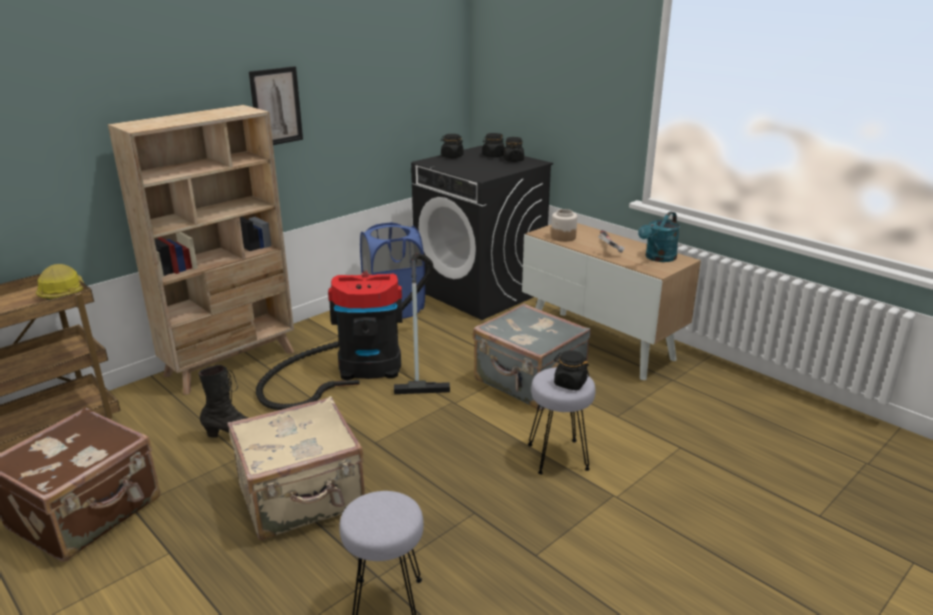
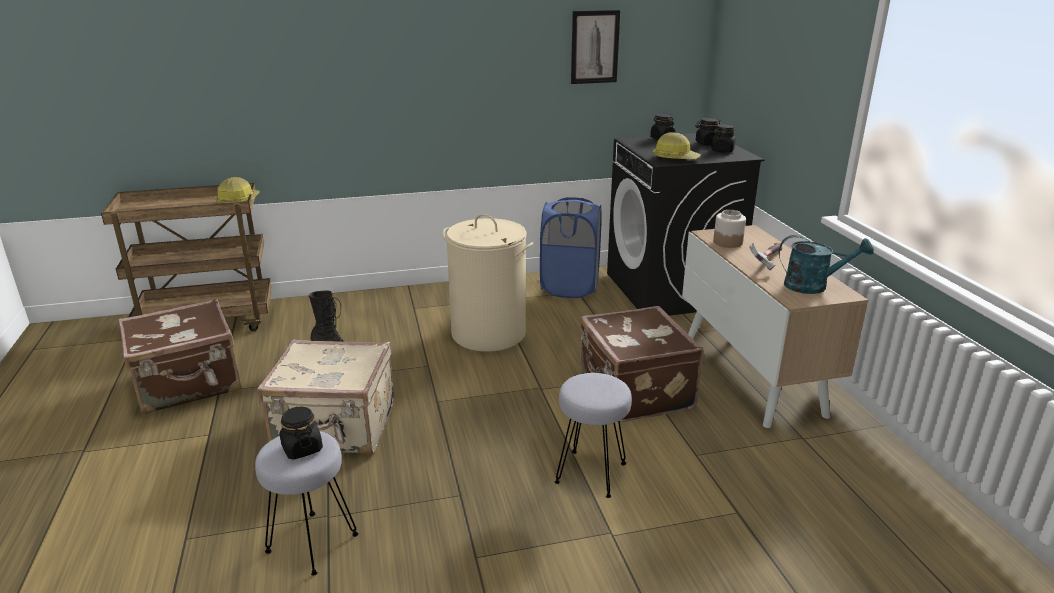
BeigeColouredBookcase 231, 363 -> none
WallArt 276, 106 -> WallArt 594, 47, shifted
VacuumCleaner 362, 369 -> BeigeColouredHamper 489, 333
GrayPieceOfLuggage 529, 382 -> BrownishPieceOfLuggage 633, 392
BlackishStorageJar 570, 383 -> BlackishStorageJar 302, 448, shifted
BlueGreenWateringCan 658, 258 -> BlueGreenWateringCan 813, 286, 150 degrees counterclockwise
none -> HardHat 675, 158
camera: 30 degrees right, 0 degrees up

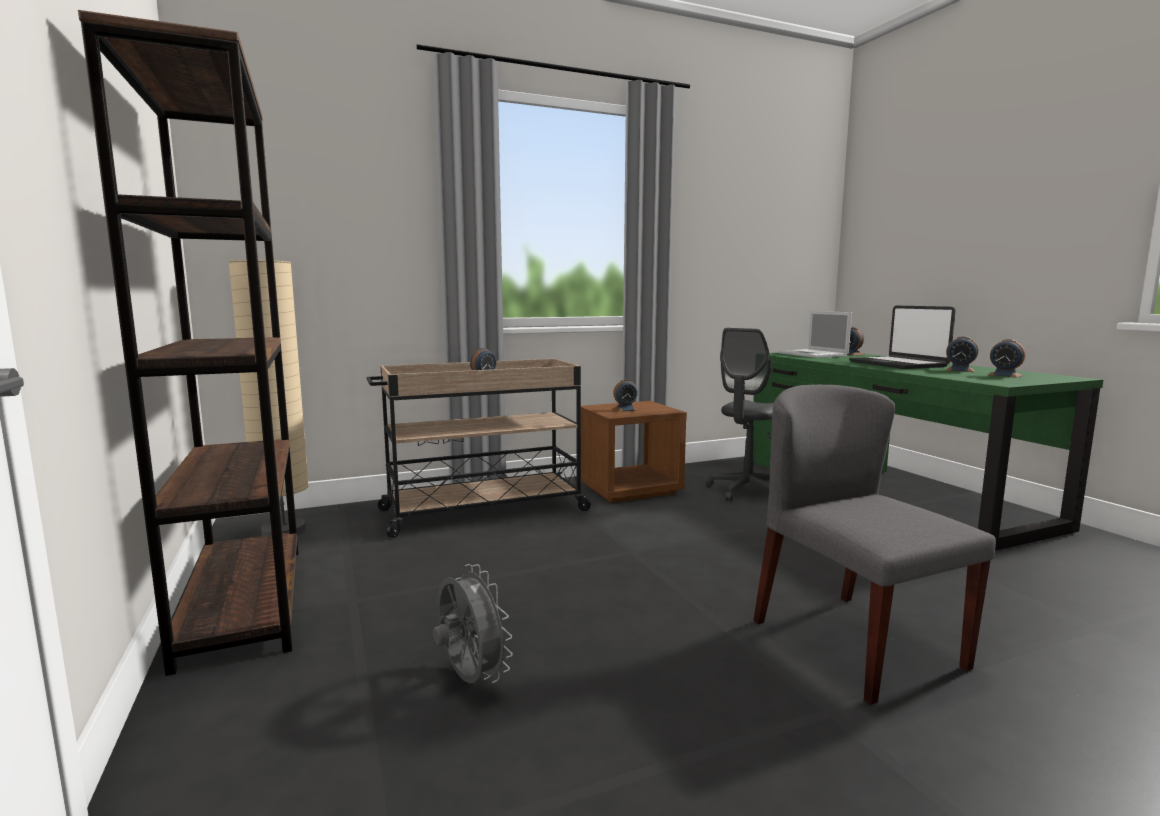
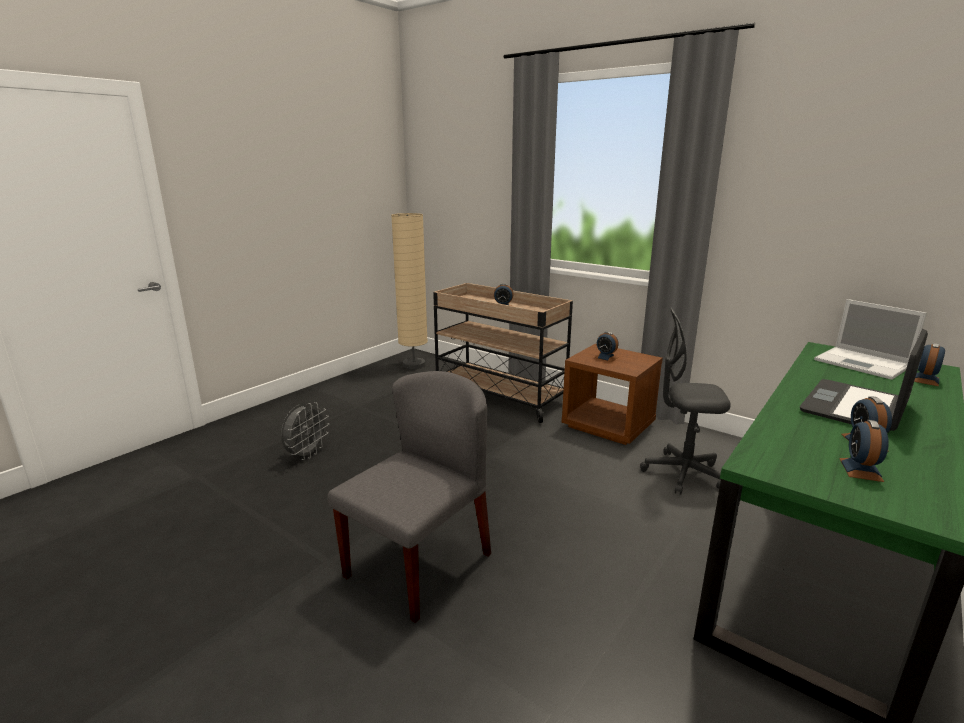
BrownishBookcase 244, 602 -> none
NotebookComputer 813, 354 -> NotebookComputer 863, 363, 75 degrees counterclockwise
camera: 60 degrees right, 10 degrees up

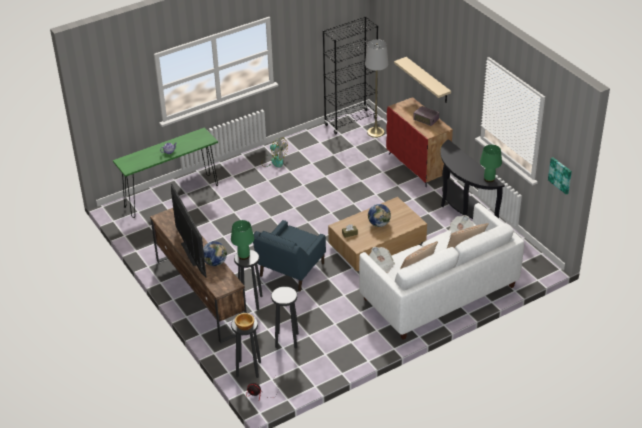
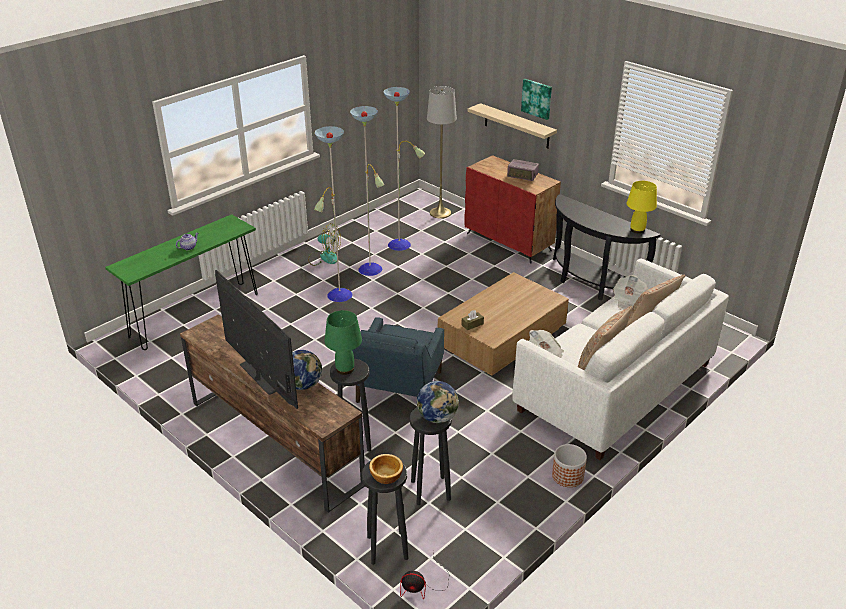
BlackishBookcase 350, 122 -> none
Globe 379, 224 -> Globe 437, 417, shifted
GreenTableLamp 489, 179 -> YellowishTableLamp 637, 230
WallArt 560, 175 -> WallArt 537, 98, shifted
none -> FloorLamp 371, 269
none -> PlantPot 567, 476
camera: 15 degrees left, 5 degrees down

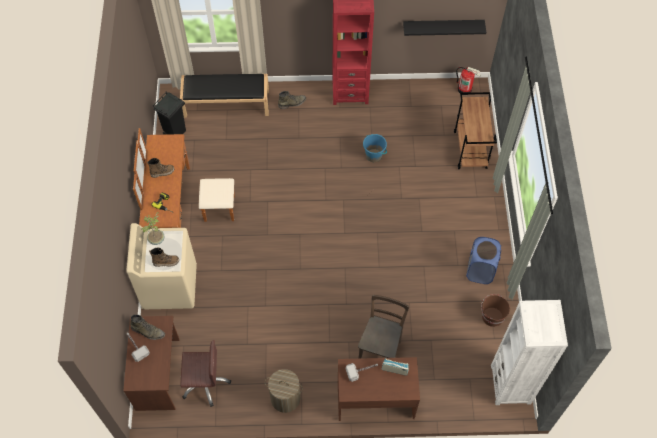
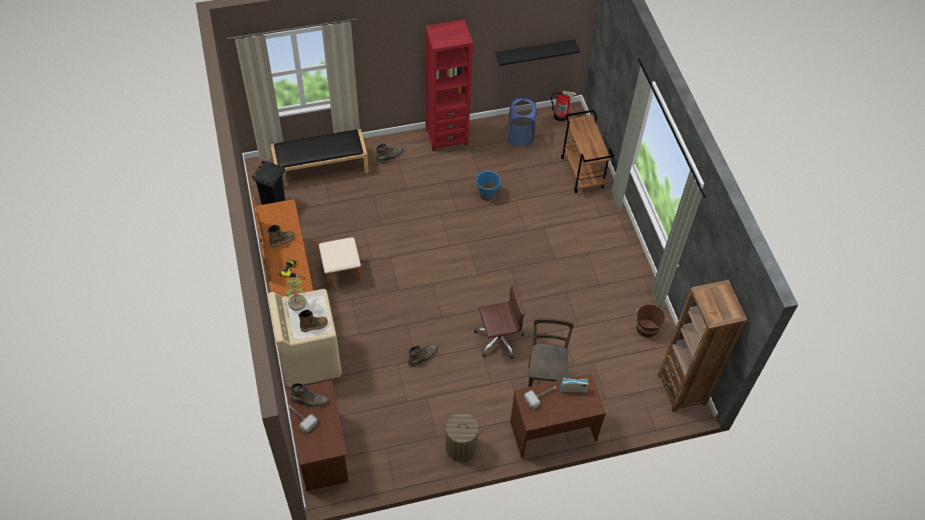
BrownishOfficeChair 205, 382 -> BrownishOfficeChair 498, 339, shifted
BlueColouredHamper 480, 270 -> BlueColouredHamper 520, 136, shifted
WhiteColouredBookcase 510, 384 -> BrownishBookcase 682, 389
none -> GreenTallBoot 423, 356
camera: 15 degrees left, 5 degrees down

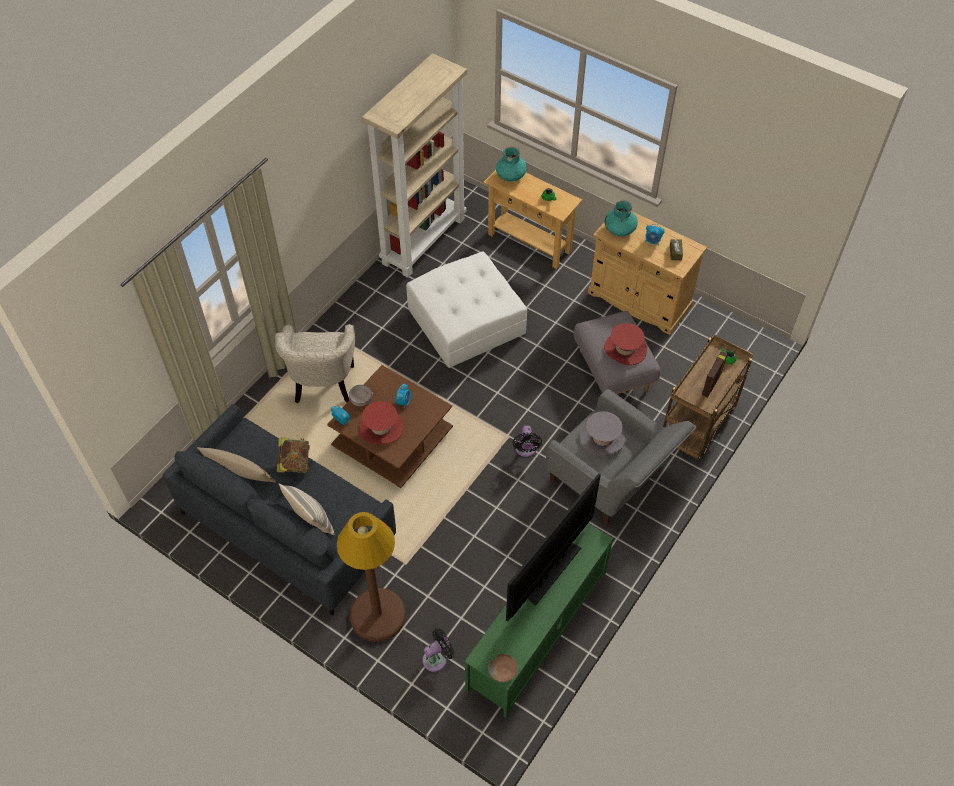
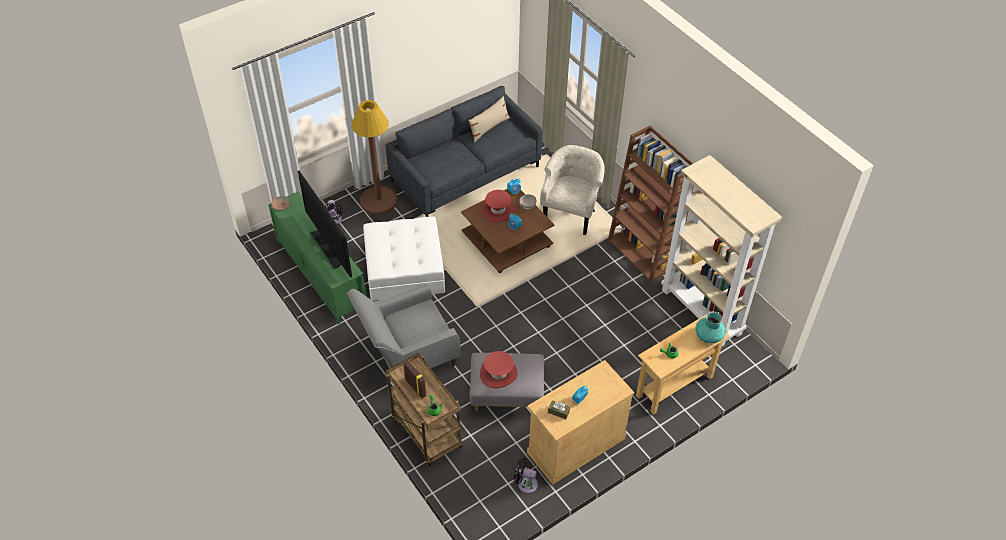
BeigeColouredEasyChair 323, 387 -> BeigeColouredEasyChair 570, 215, 90 degrees clockwise
Book 294, 463 -> none
ThrowPillow 311, 521 -> none
WhiteColouredPouffe 466, 321 -> WhiteColouredPouffe 404, 268, shifted
BlackishCoolingFan 525, 450 -> BlackishCoolingFan 525, 484, shifted
GrayHat 602, 438 -> none
BlueGreenVase 620, 229 -> none
none -> BrownishBookcase 642, 254
camera: 110 degrees right, 5 degrees down

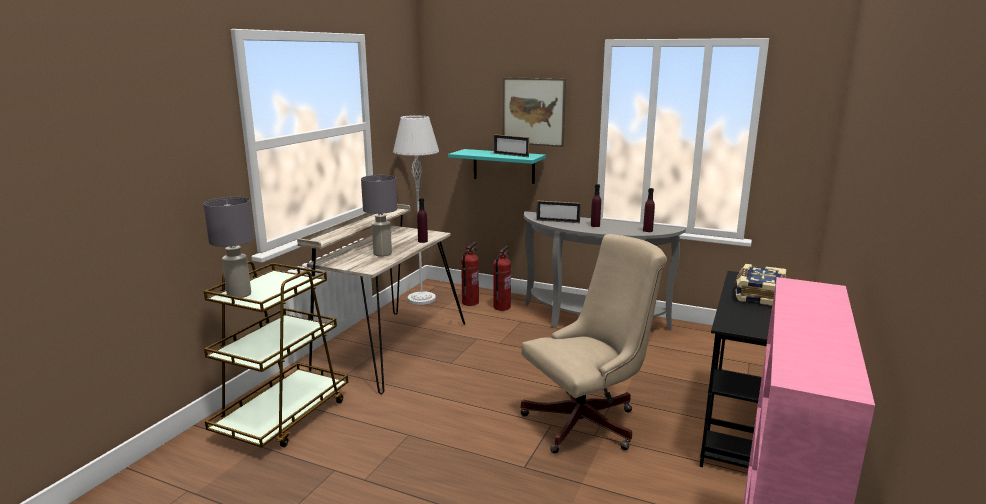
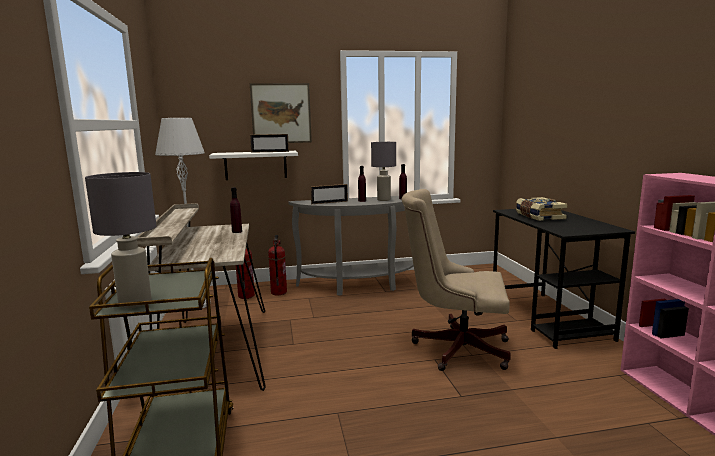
GrayTableLamp 383, 254 -> GrayTableLamp 384, 200, shifted
BlueGreenShelf 503, 166 -> WhiteColouredShelf 255, 165
BeigeColouredOfficeChair 588, 422 -> BeigeColouredOfficeChair 455, 348, 105 degrees counterclockwise
camera: 35 degrees left, 5 degrees down

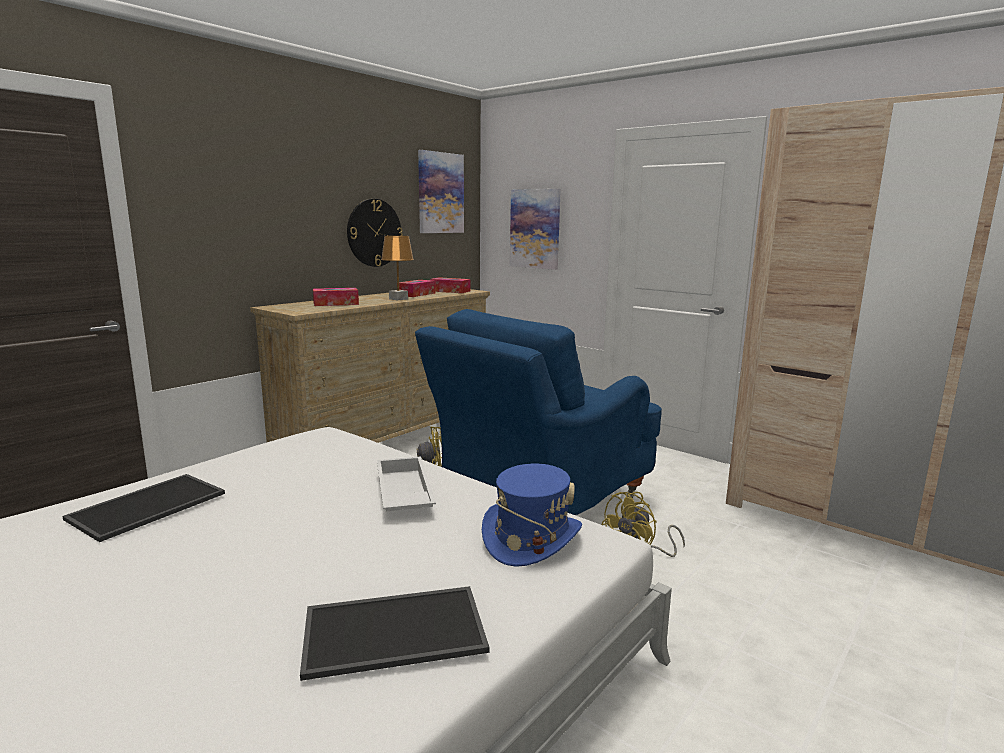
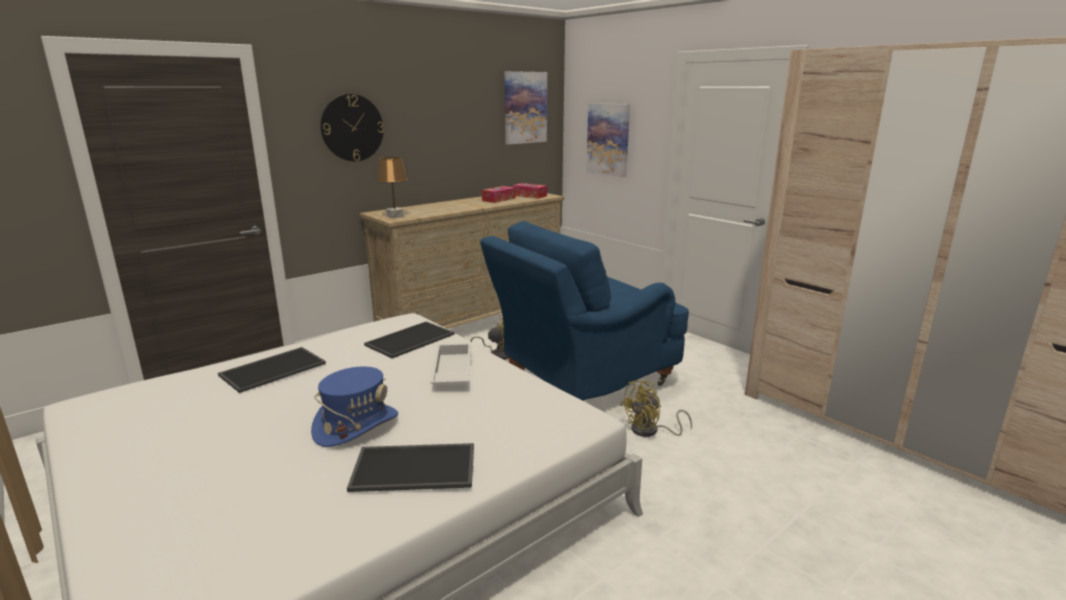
TissueHolder 336, 303 -> none
WallClock 374, 233 -> WallClock 352, 128, shifted
BrownishTableLamp 398, 299 -> BrownishTableLamp 395, 216, shifted
BlueColouredHat 531, 538 -> BlueColouredHat 356, 425, shifted
none -> ServingTray 410, 340
camera: 10 degrees right, 5 degrees up

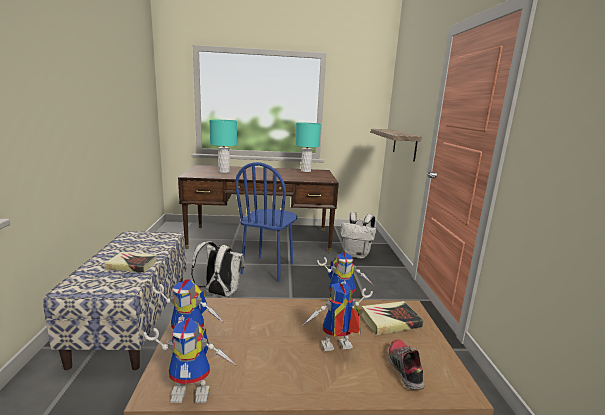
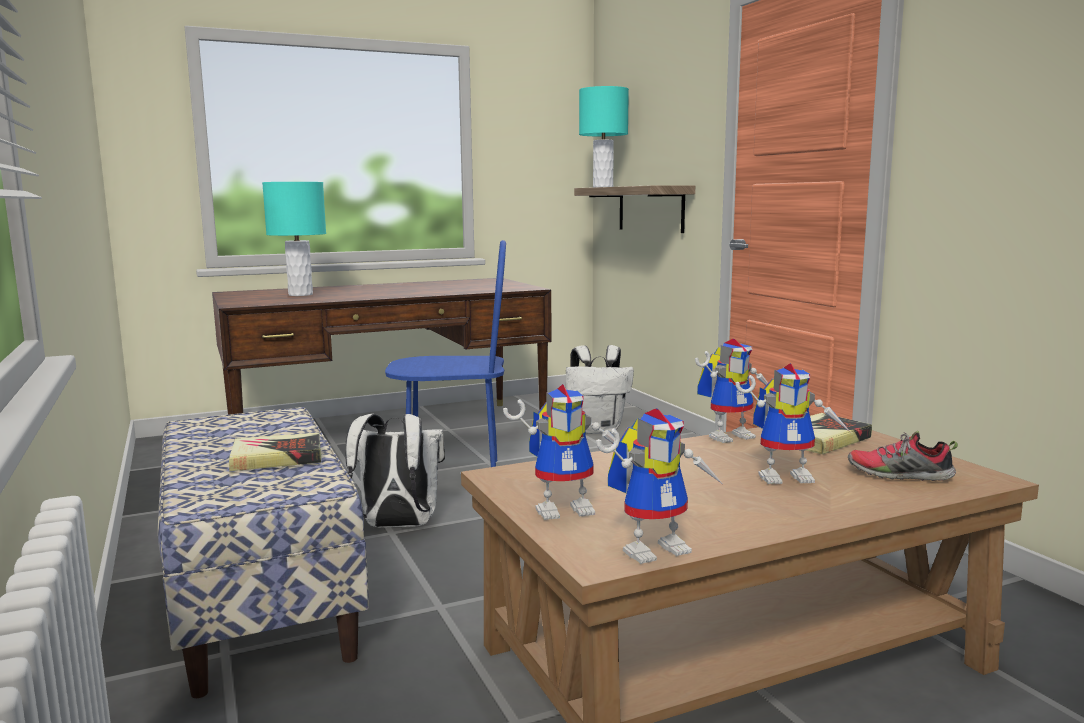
BlueColouredUprightChair 268, 268 -> BlueColouredUprightChair 453, 475, 90 degrees counterclockwise
BlueGreenTableLamp 305, 171 -> BlueGreenTableLamp 602, 187, shifted
ToyRobot 334, 349 -> ToyRobot 788, 476, 150 degrees counterclockwise
ItemOfFootwear 404, 368 -> ItemOfFootwear 899, 475, 45 degrees counterclockwise
camera: 20 degrees left, 5 degrees down

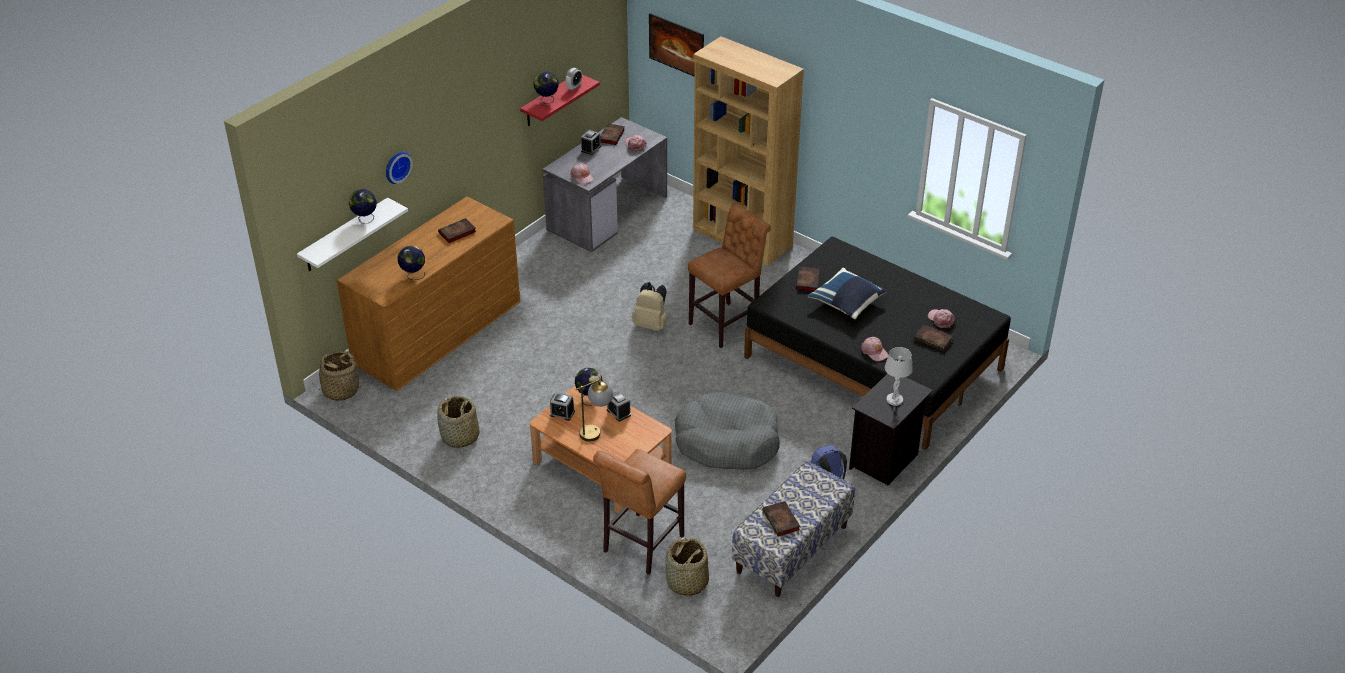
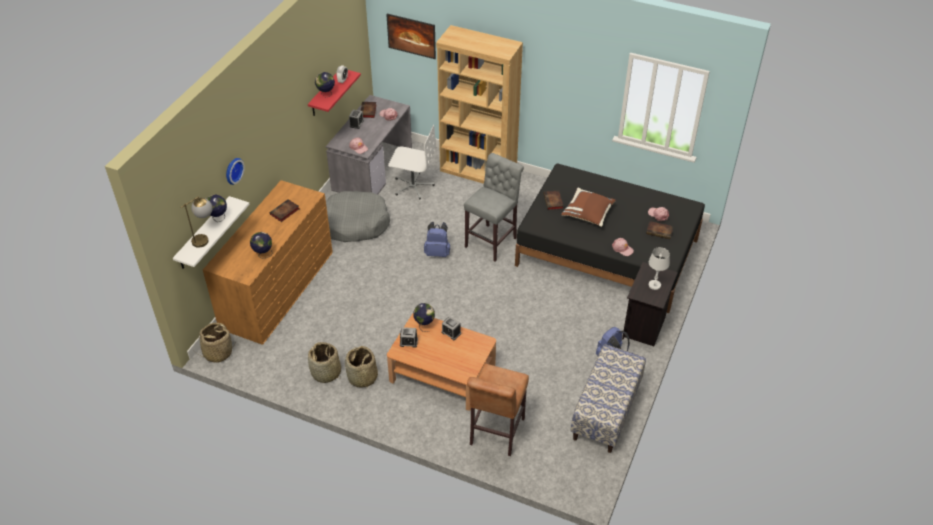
TableLamp 596, 431 -> TableLamp 205, 238, shifted
BeigeColouredKnapsack 651, 324 -> BlueColouredKnapsack 437, 252
Basket 687, 582 -> Basket 362, 377, shifted
GrayDogCushion 727, 442 -> GrayDogCushion 354, 224, shifted
BrownishSittingStool 727, 323 -> GraySittingStool 493, 241
Book 782, 521 -> none
BlueColouredThrowPillow 847, 303 -> BrownishThrowPillow 588, 214
none -> WhiteColouredOfficeChair 413, 186
camera: 15 degrees left, 5 degrees up

